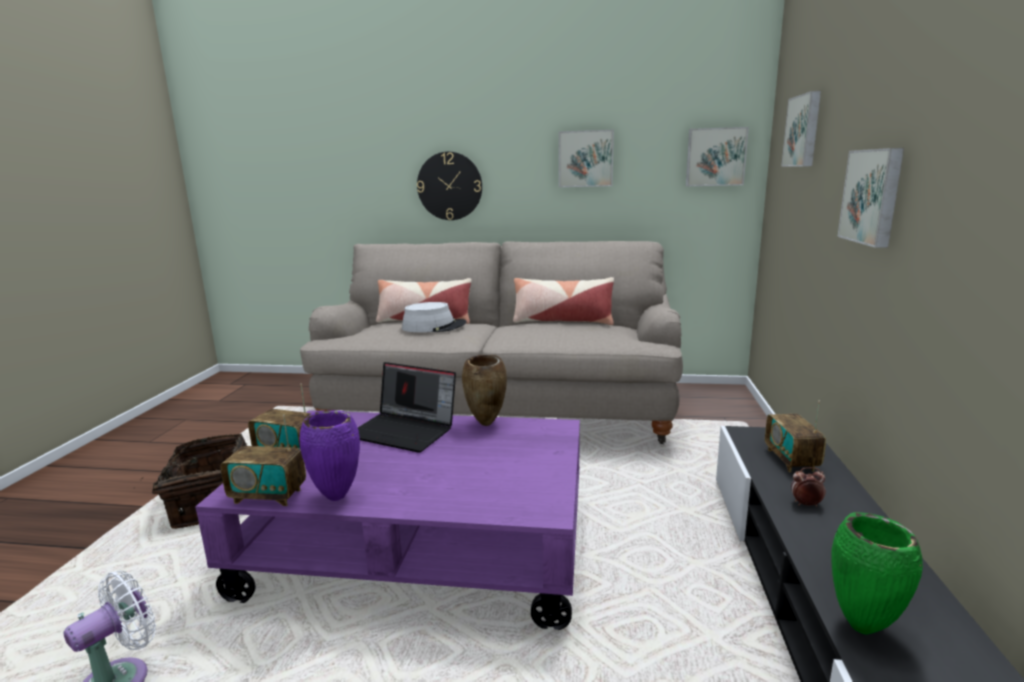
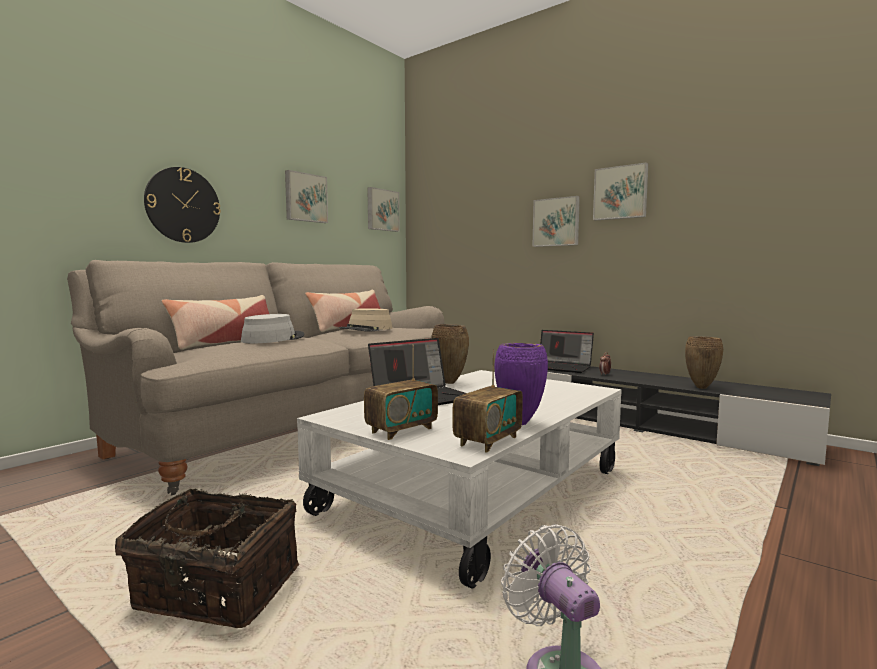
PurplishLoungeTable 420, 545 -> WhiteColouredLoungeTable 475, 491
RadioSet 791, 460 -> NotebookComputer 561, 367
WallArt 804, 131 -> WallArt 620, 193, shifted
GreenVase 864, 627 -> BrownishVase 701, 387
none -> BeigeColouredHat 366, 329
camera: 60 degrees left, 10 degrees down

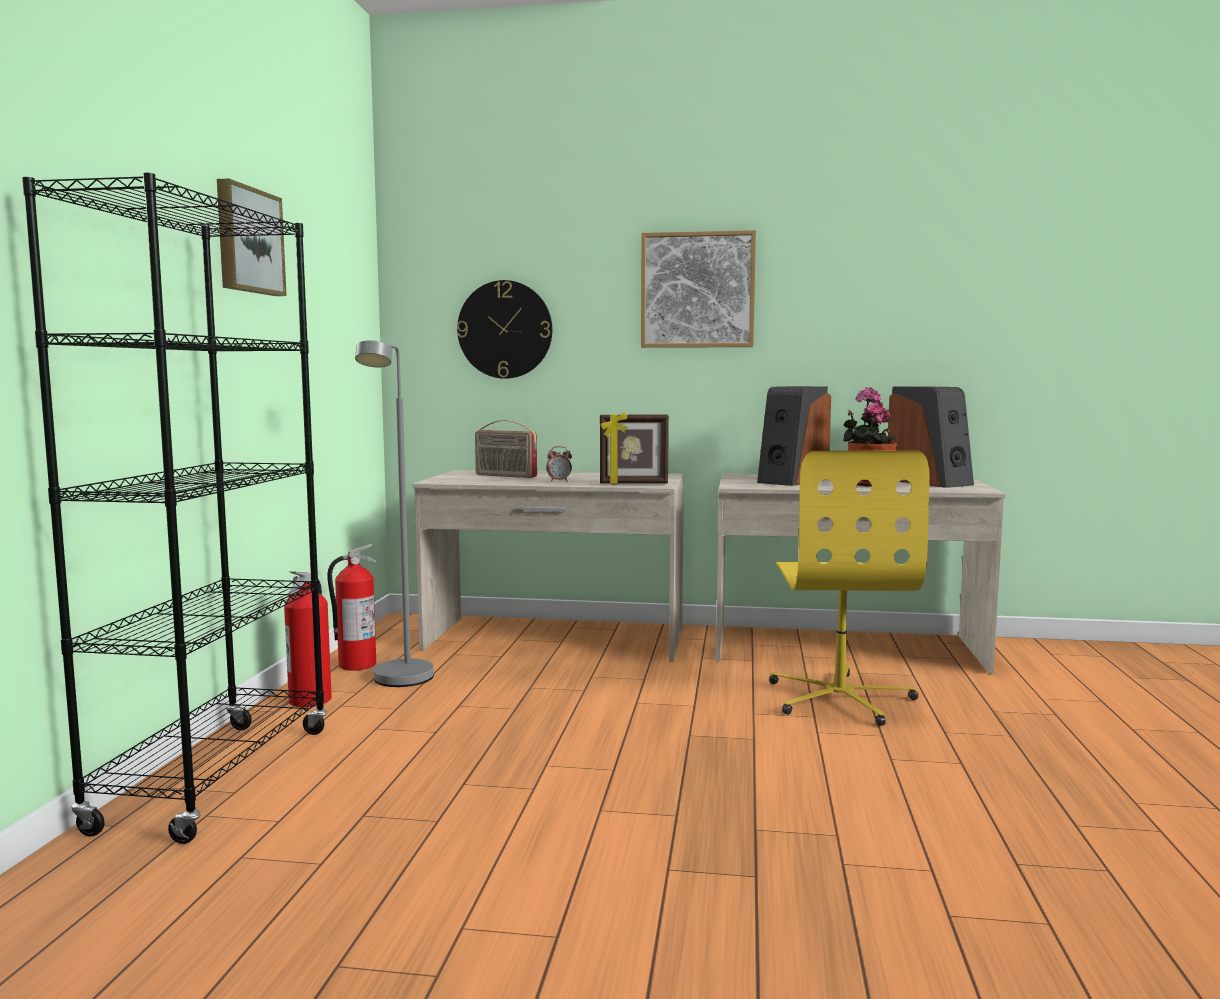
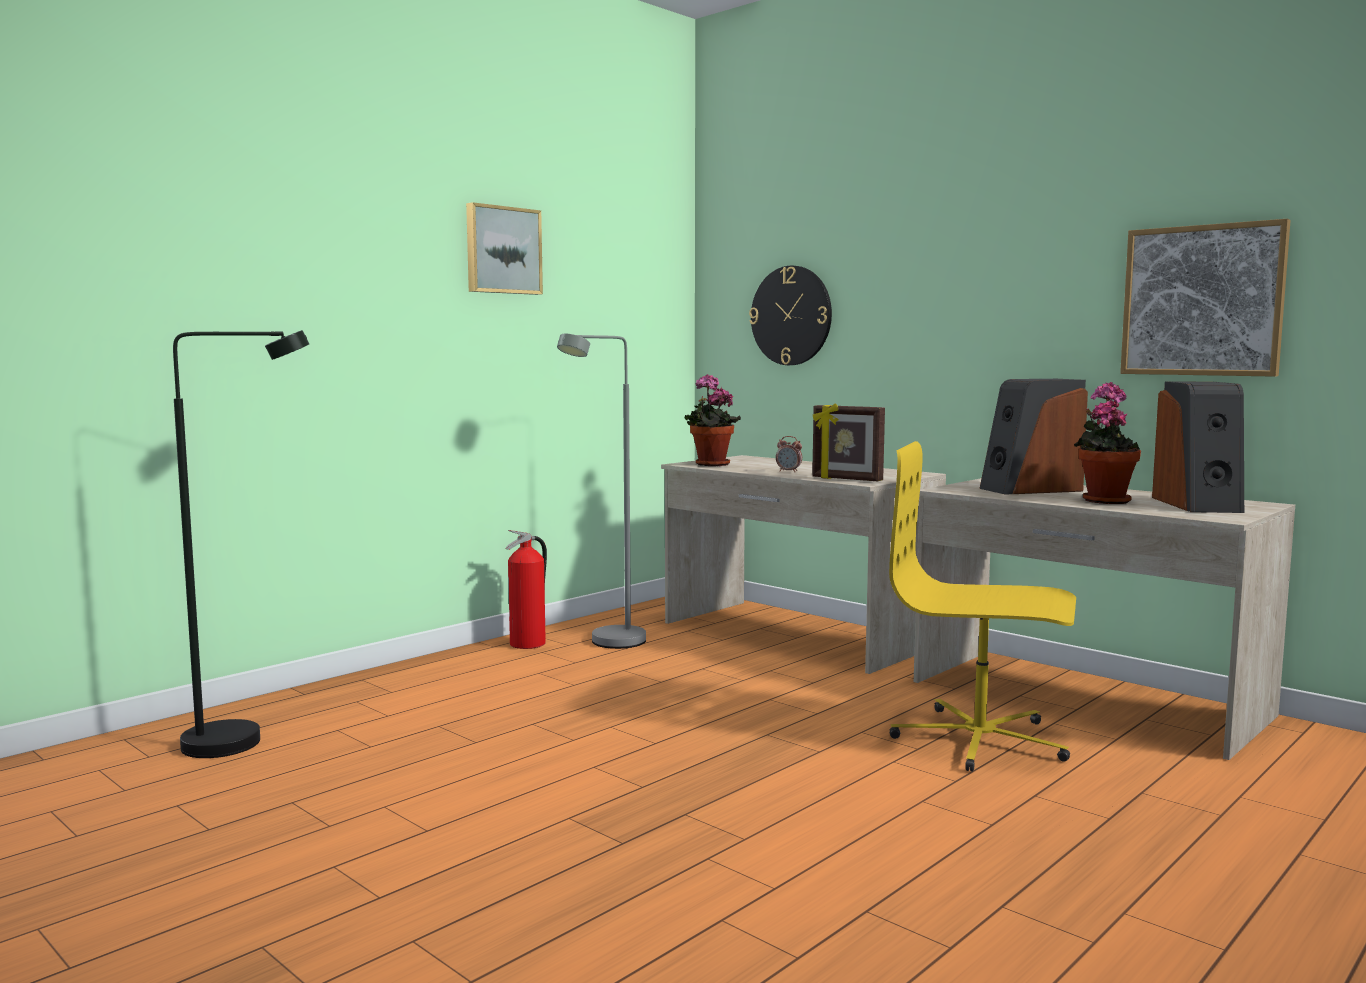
BlackishBookcase 216, 778 -> none
Extinguisher 356, 665 -> none
RadioSet 505, 476 -> none
WallArt 697, 290 -> WallArt 1202, 301, shifted
YellowishOfficeChair 840, 698 -> YellowishOfficeChair 980, 740, 75 degrees clockwise
none -> BlackishFloorLamp 244, 741
none -> PottedPlant 710, 465
camera: 35 degrees right, 0 degrees up

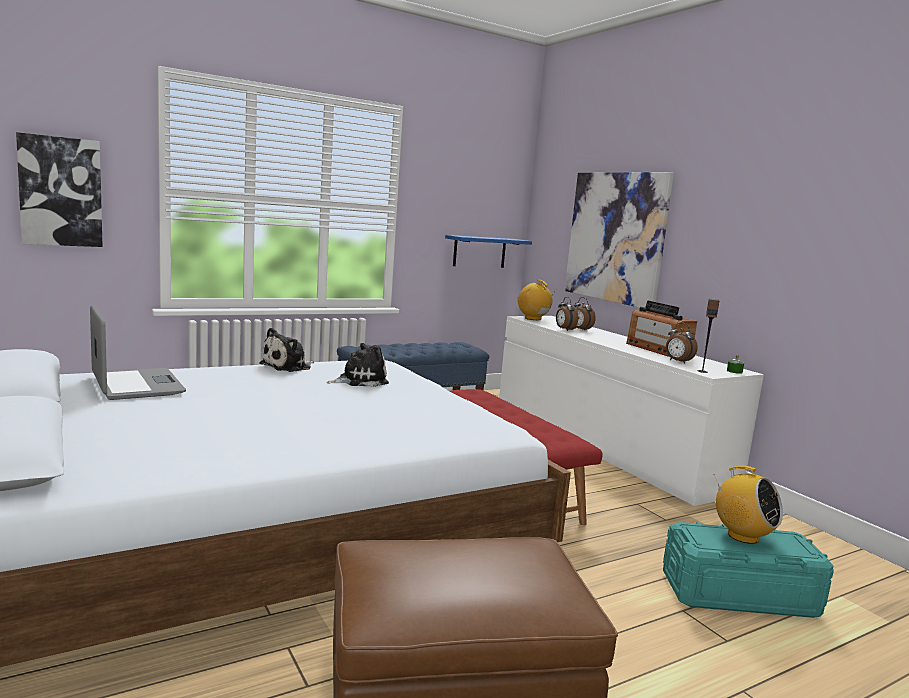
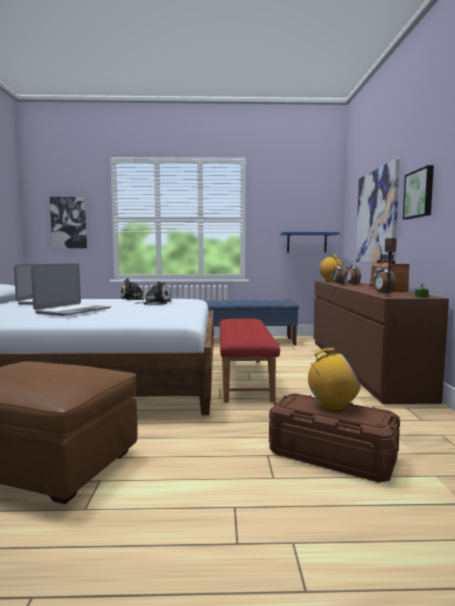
WhiteColouredDresser 602, 444 -> BrownishDresser 361, 365
BlueGreenStorageContainer 739, 594 -> BrownishStorageContainer 332, 456
RadioSet 742, 536 -> RadioSet 332, 406, 75 degrees counterclockwise
none -> NotebookComputer 73, 311
none -> WallArt 420, 194
camera: 30 degrees right, 5 degrees down

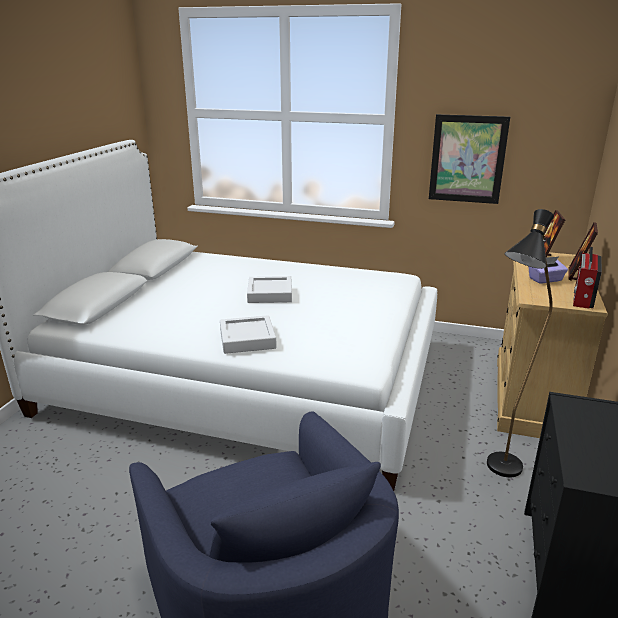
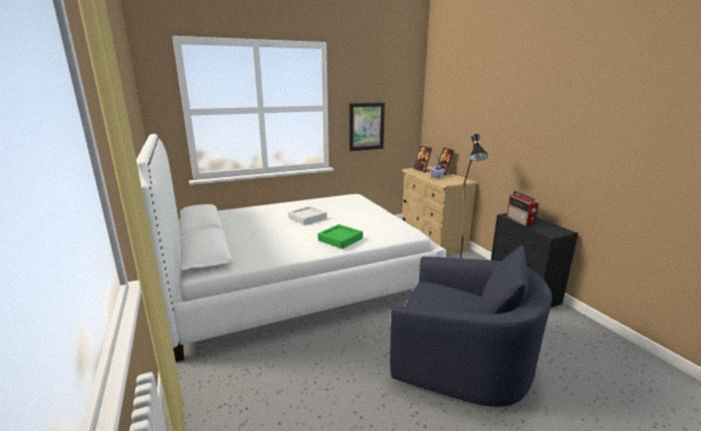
GrayServingTray 247, 339 -> GreenServingTray 340, 239
RadioSet 582, 298 -> RadioSet 520, 221, shifted
camera: 40 degrees left, 5 degrees down

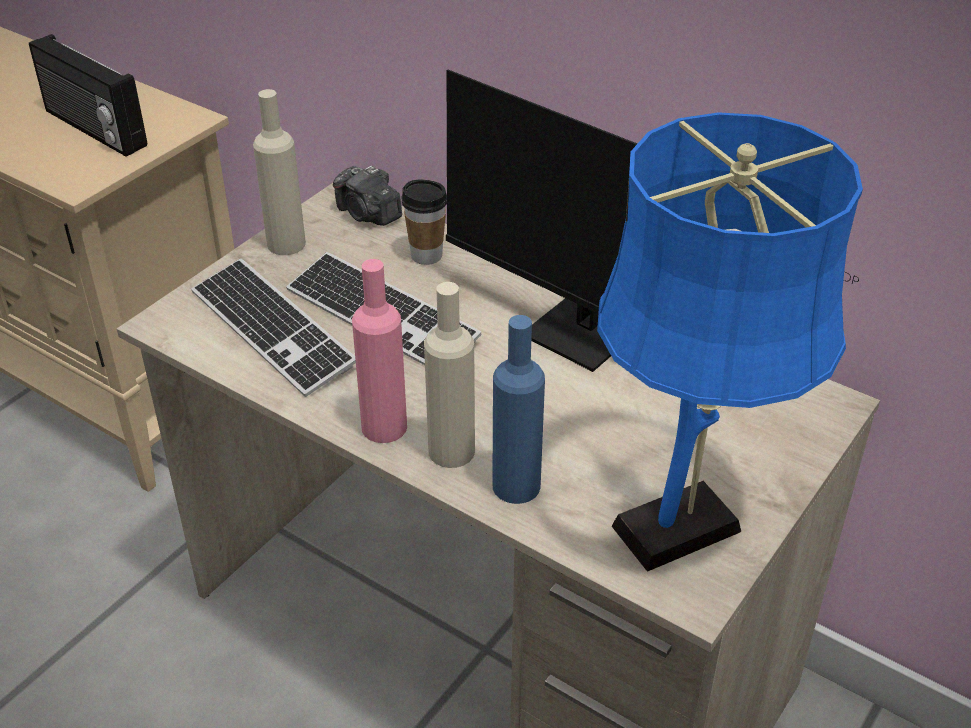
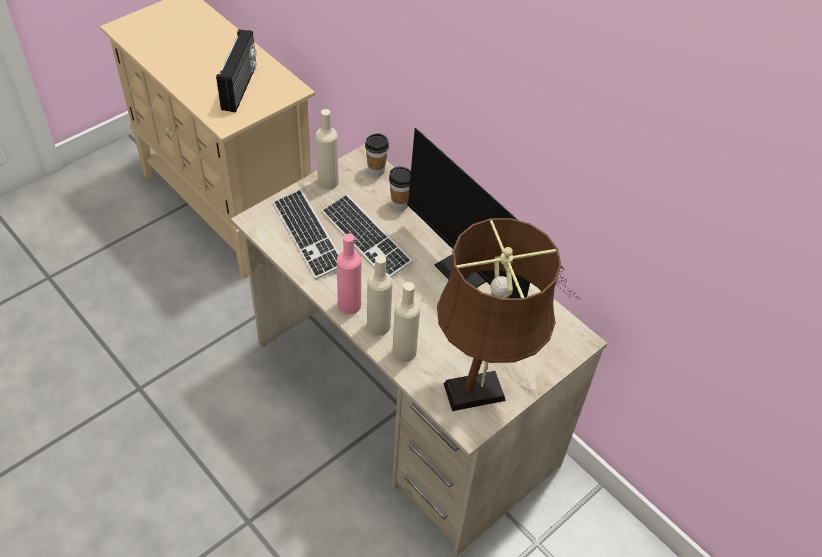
RadioSet 93, 129 -> RadioSet 240, 87, 135 degrees counterclockwise
PhotoCamera 368, 214 -> Cup 376, 171
BlueColouredBottle 516, 486 -> BeigeColouredBottle 404, 352
BlueColouredTableLamp 687, 524 -> BrownishTableLamp 480, 391
camera: 10 degrees right, 10 degrees up

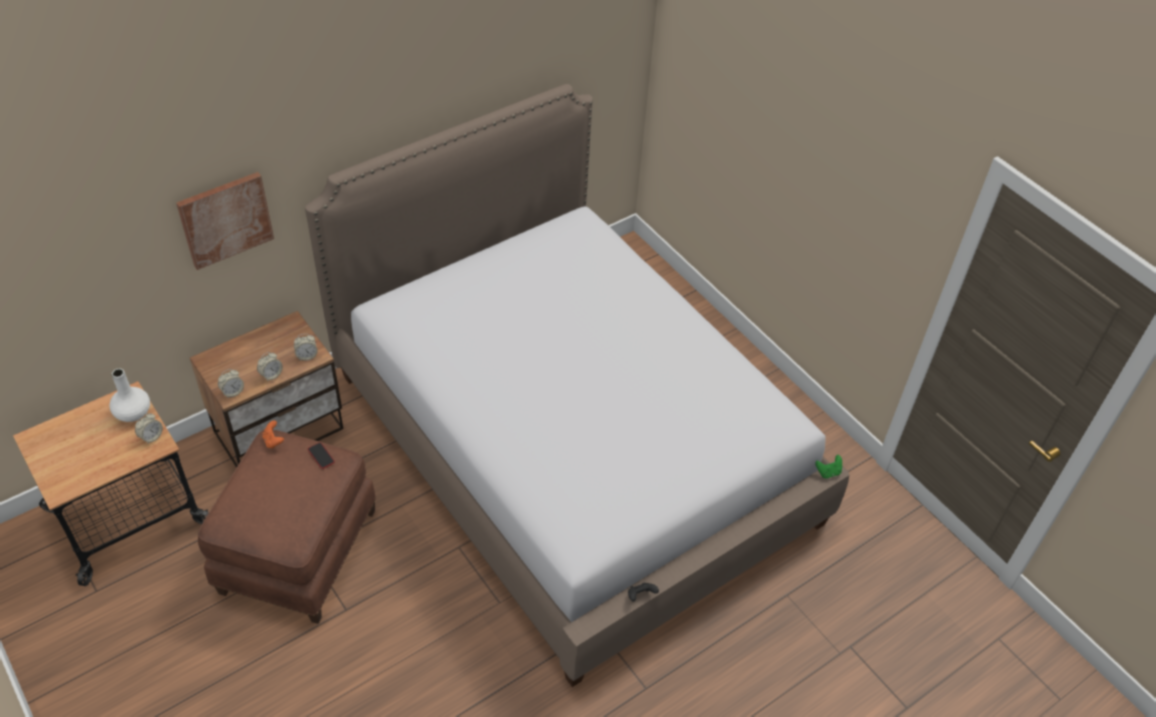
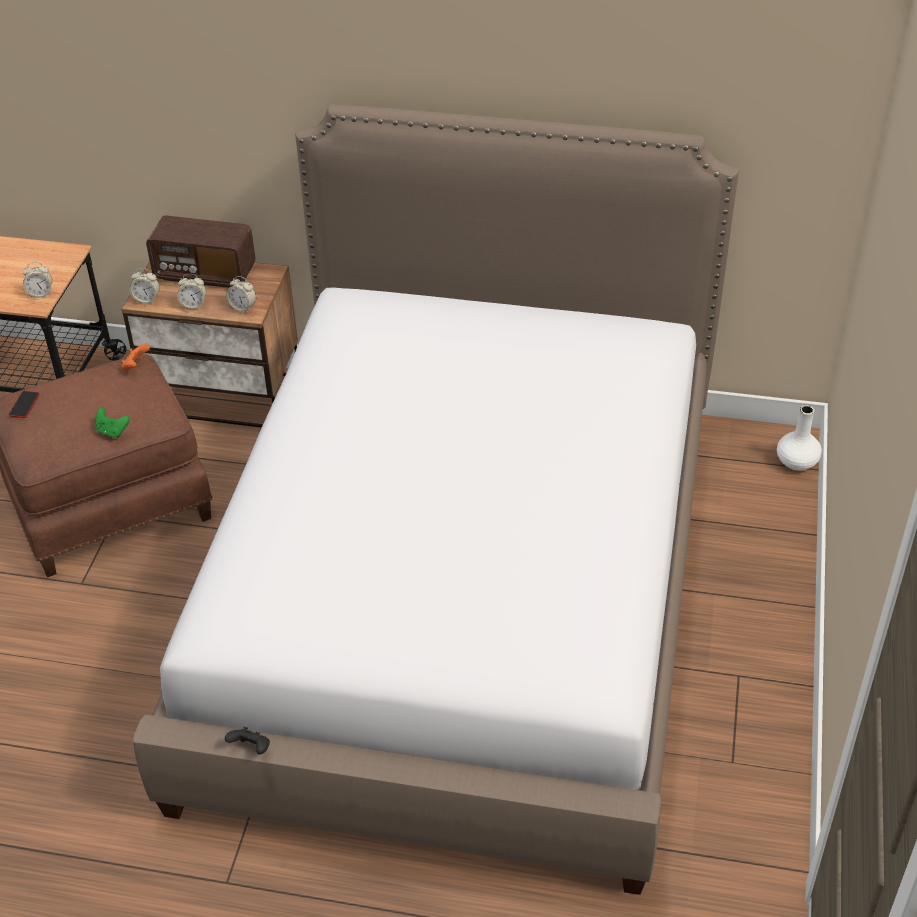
WhiteColouredVase 133, 413 -> WhiteColouredVase 797, 462, shifted
WallArt 225, 219 -> none
Phone 321, 456 -> Phone 24, 405, shifted
GreenGameController 828, 472 -> GreenGameController 112, 431, shifted
none -> RadioSet 205, 273
camera: 50 degrees right, 5 degrees down

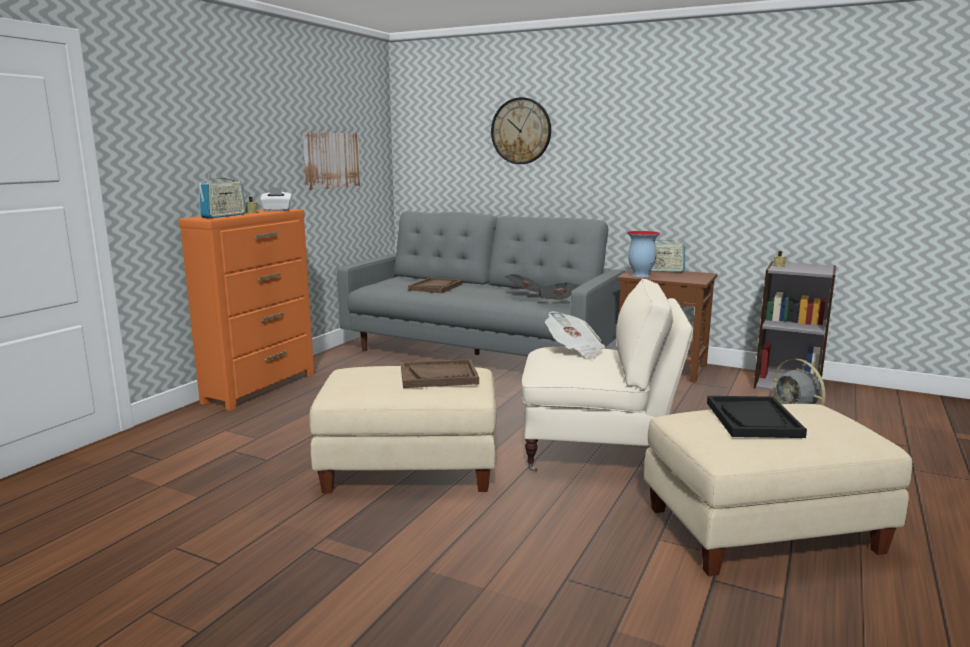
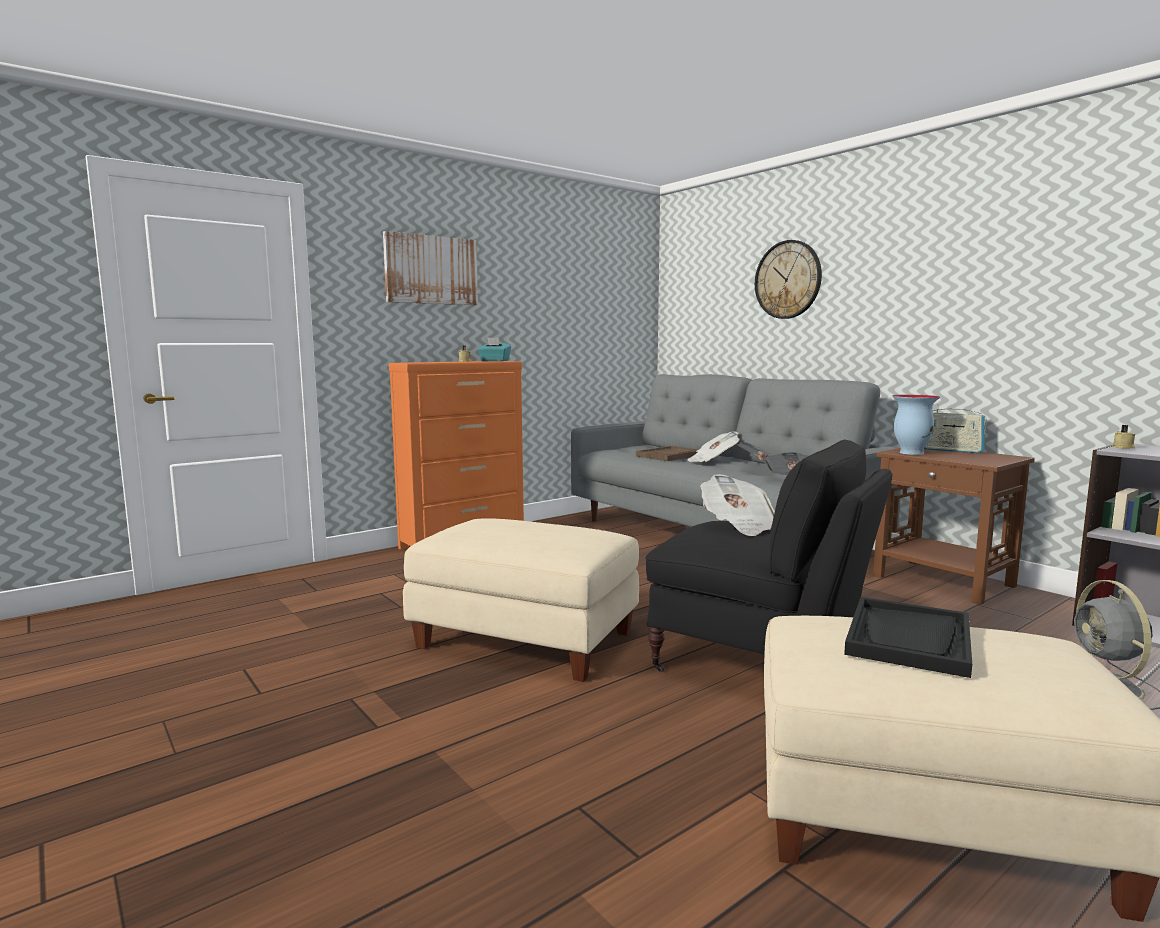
RadioSet 224, 216 -> none
WhiteColouredTissueHolder 277, 210 -> BlueGreenTissueHolder 494, 361
WallArt 331, 160 -> WallArt 431, 270, shifted
BrownishServingTray 439, 376 -> none
BeigeColouredEasyChair 599, 453 -> BlackishEasyChair 762, 666
none -> PrintedPaper 713, 461
camera: 25 degrees right, 5 degrees down

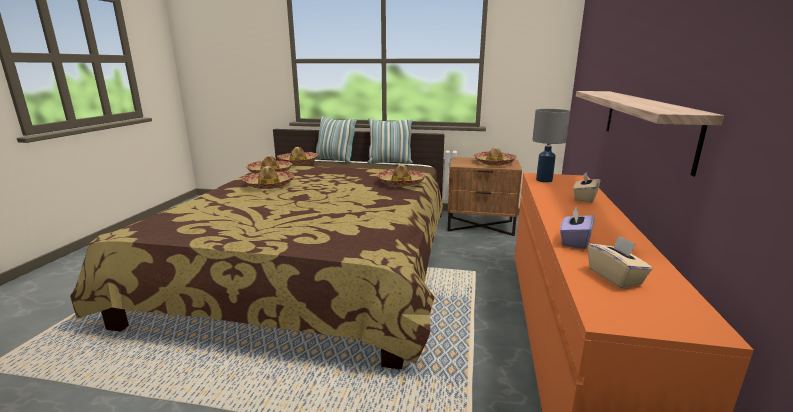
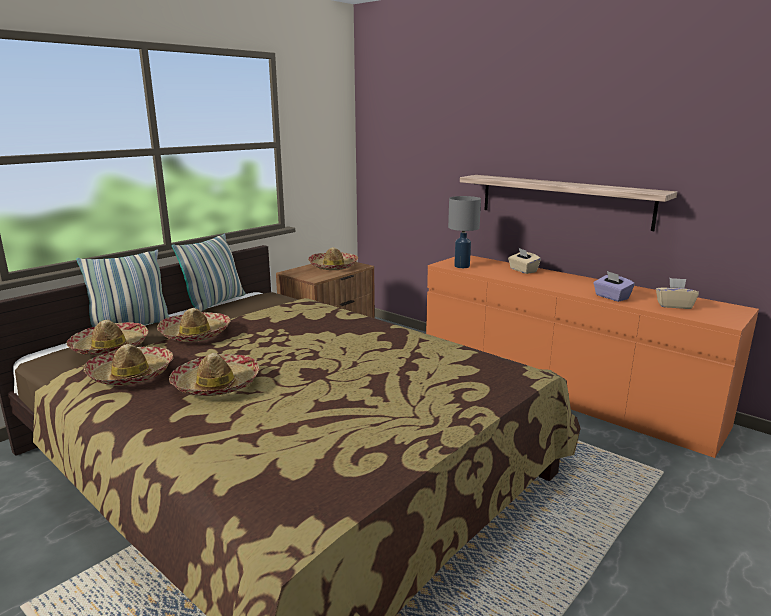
Hat 401, 183 -> Hat 195, 334, shifted
camera: 60 degrees left, 0 degrees up

